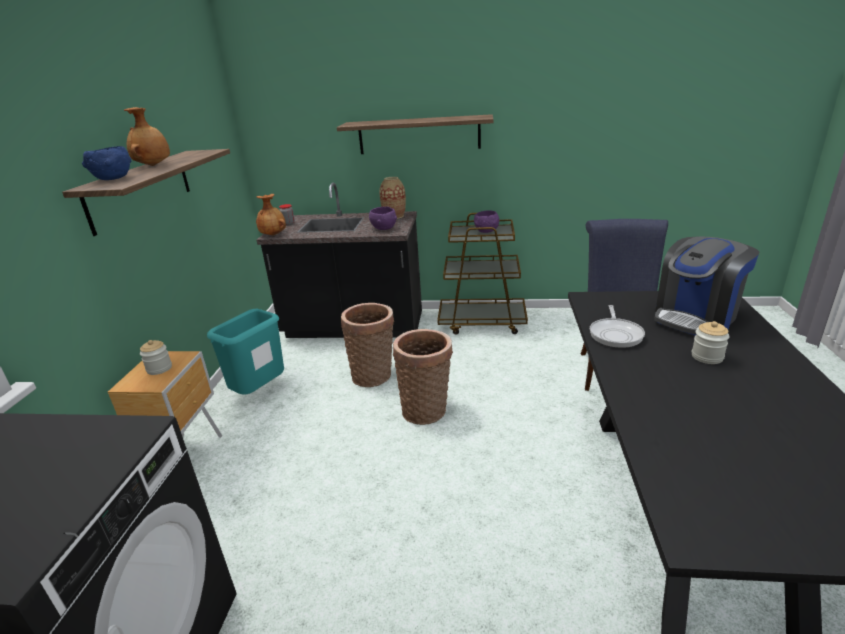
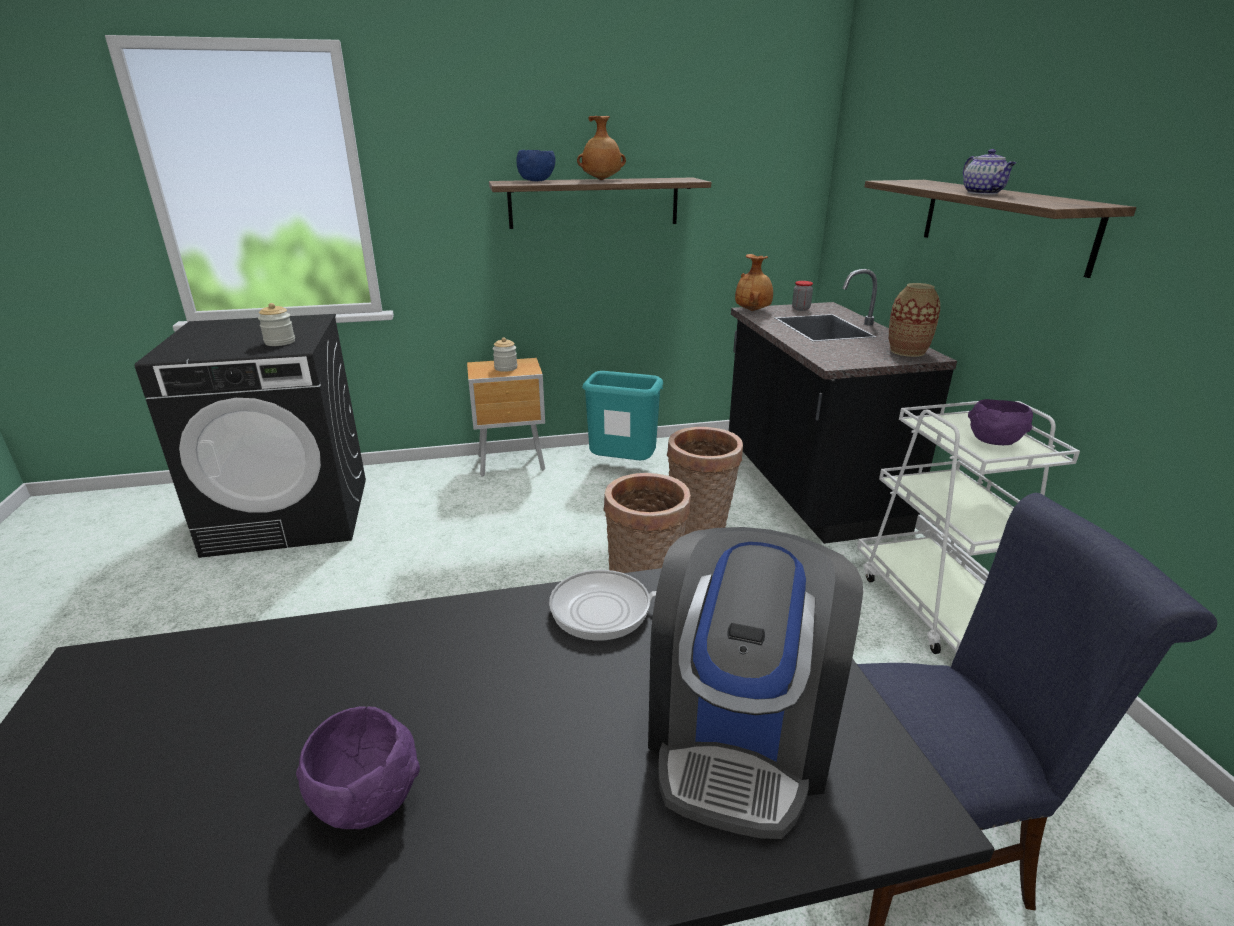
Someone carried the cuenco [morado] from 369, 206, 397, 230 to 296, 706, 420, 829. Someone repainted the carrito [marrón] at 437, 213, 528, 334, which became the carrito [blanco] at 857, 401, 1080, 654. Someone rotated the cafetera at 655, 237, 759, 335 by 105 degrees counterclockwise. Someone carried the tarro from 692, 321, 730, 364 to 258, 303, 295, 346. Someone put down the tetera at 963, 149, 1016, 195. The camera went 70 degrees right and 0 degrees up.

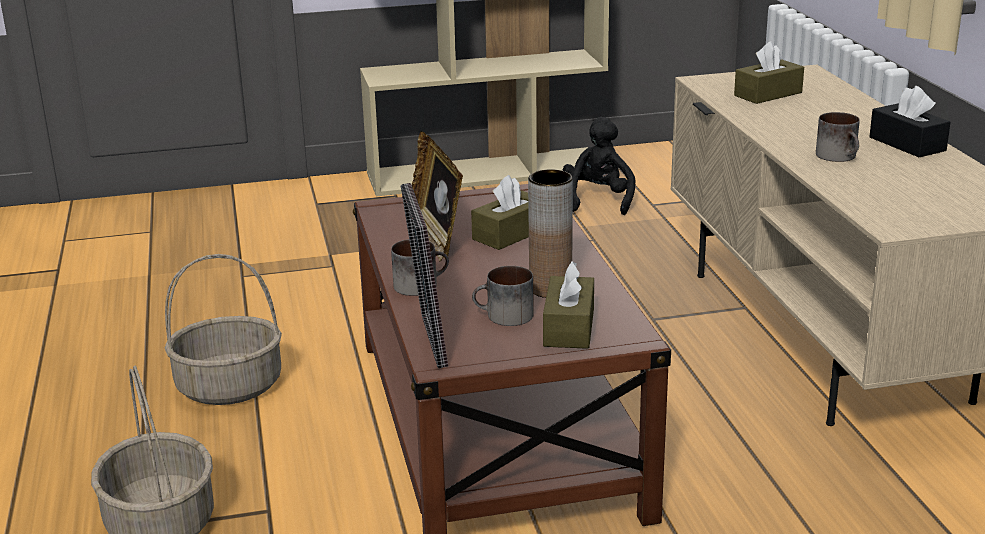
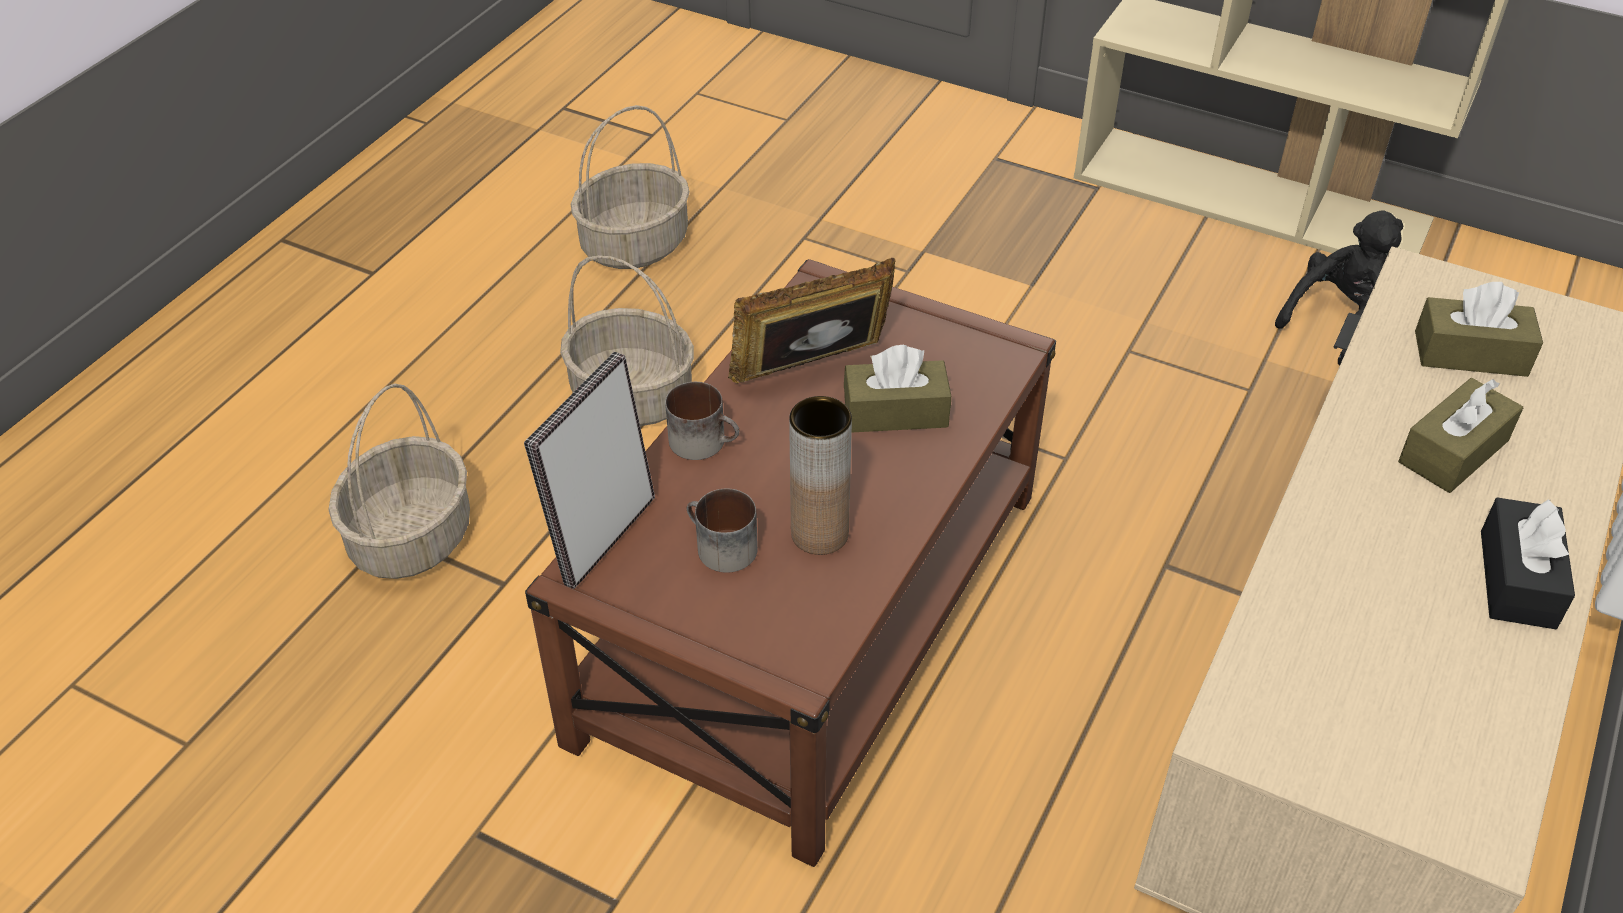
Someone took away the taza grande at 816, 112, 860, 162. Someone rotated the portarretratos at 412, 131, 463, 261 by 45 degrees clockwise. Someone carried the caja de pañuelos [marrón] from 543, 261, 594, 349 to 1398, 378, 1524, 493. Someone put down the cesta at 570, 105, 690, 269. The camera went 40 degrees right and 20 degrees up.

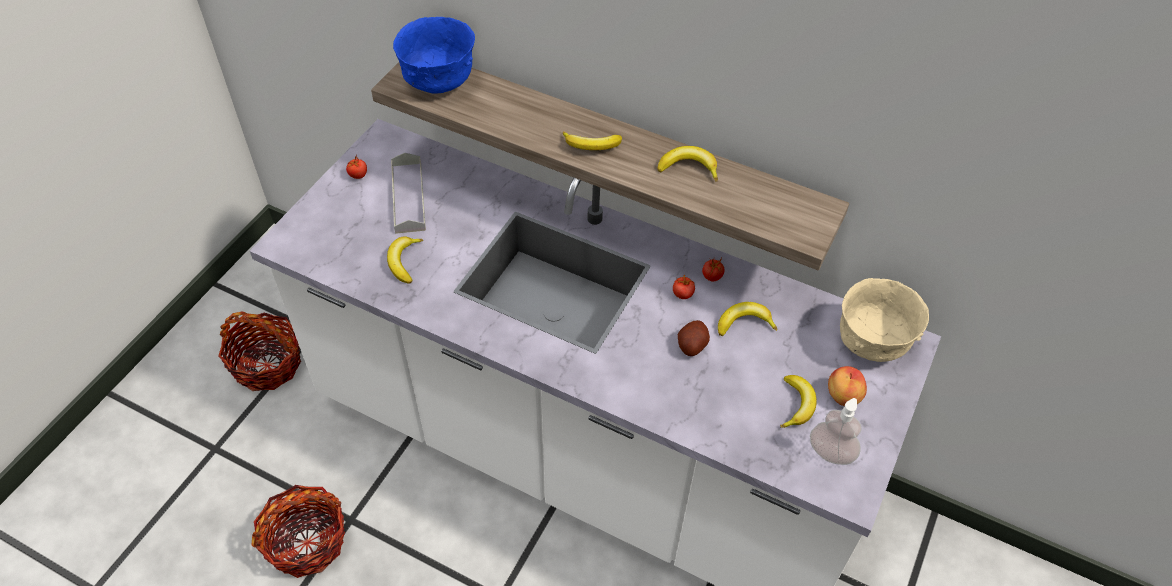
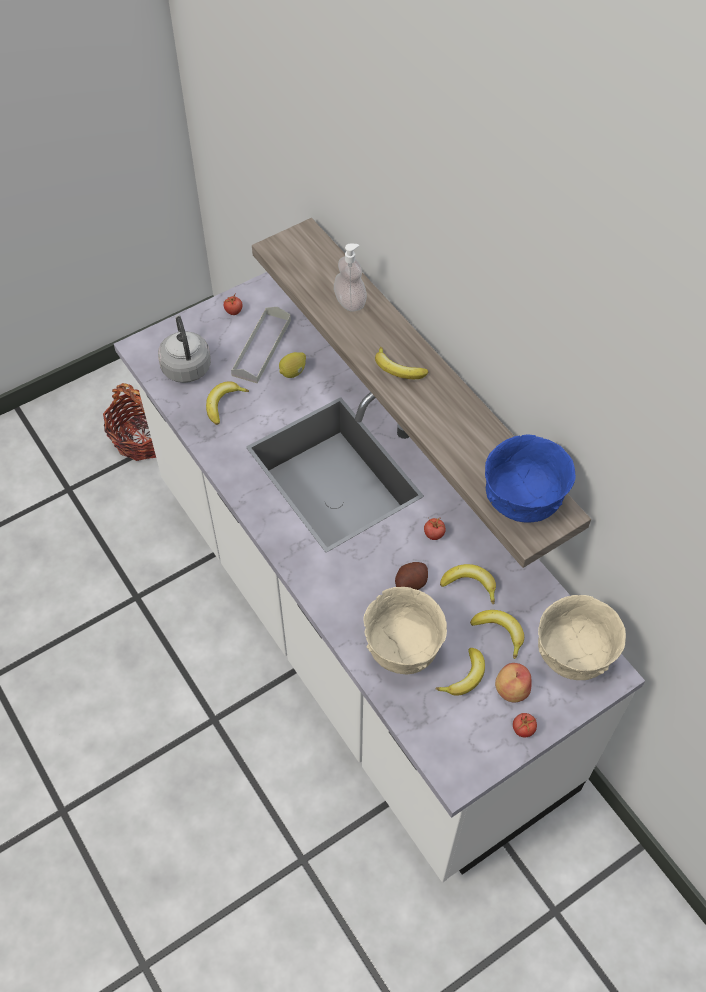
Someone carried the cuenco [azul] from 393, 17, 475, 94 to 485, 435, 576, 523. Someone carried the plátano from 658, 146, 718, 182 to 470, 610, 524, 659. Someone carried the tomate from 702, 258, 725, 281 to 513, 713, 537, 737. Someone carried the dispensador de jabón from 810, 398, 861, 465 to 334, 244, 367, 312. Someone took away the cesta at 251, 485, 345, 578. Someone put down the hervidor [gris] at 158, 315, 211, 383. Someone put down the limón at 279, 352, 306, 378. Someone put down the cuenco [beis] at 363, 587, 447, 675. The camera went 30 degrees right and 5 degrees up.

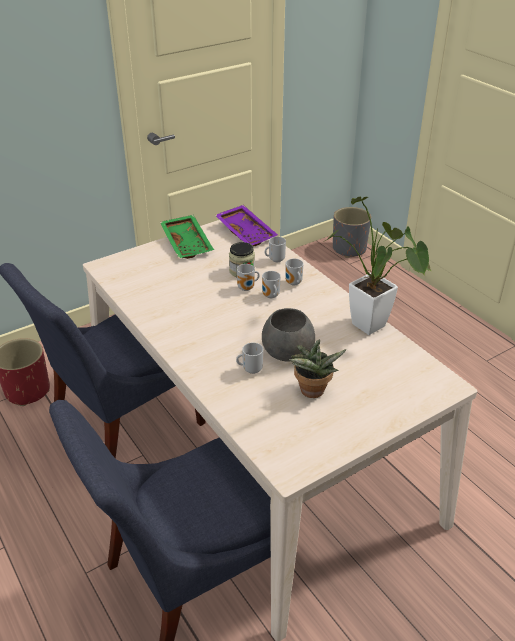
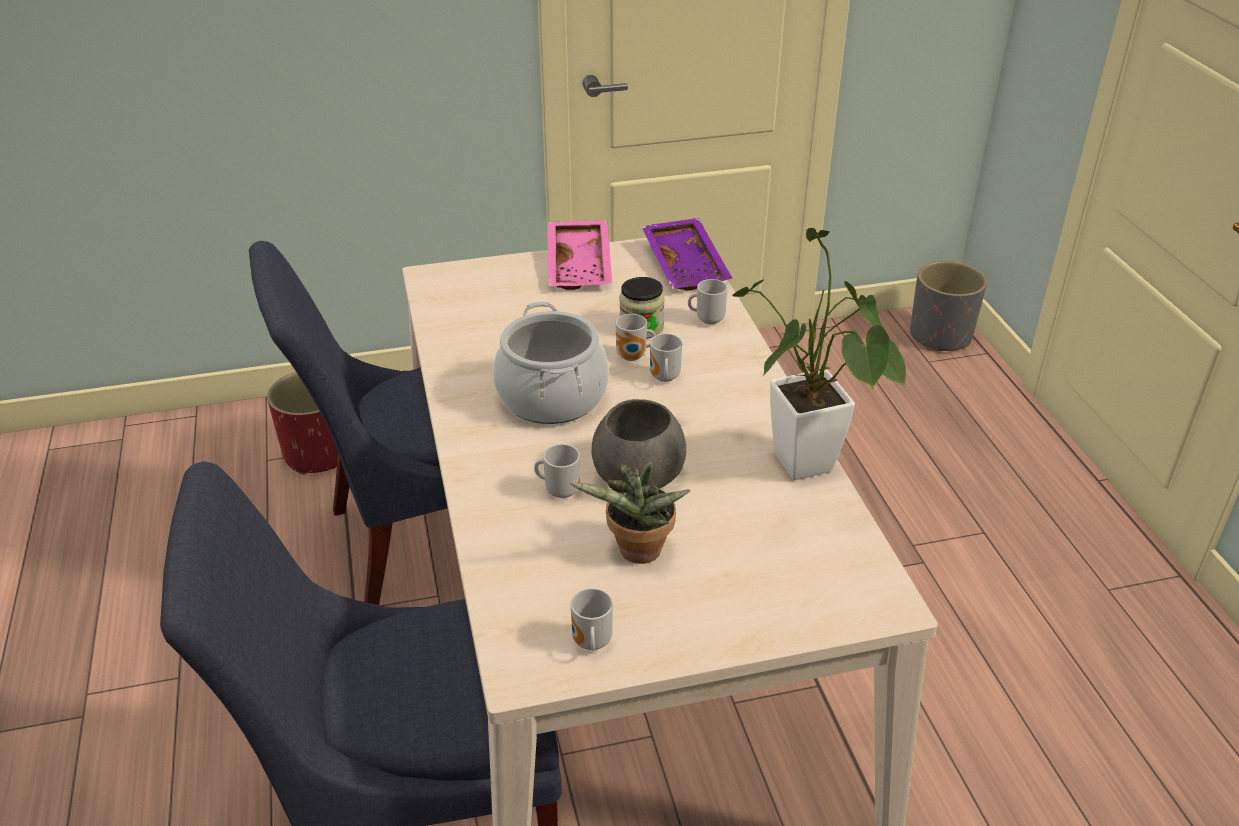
Someone repainted the bandeja [verde] at 160, 215, 214, 259, which became the bandeja [rosa] at 548, 220, 612, 290. Someone carried the taza grande from 285, 258, 303, 286 to 571, 588, 613, 651. Someone put down the olla at 493, 301, 609, 424. The camera went 20 degrees right and 0 degrees up.

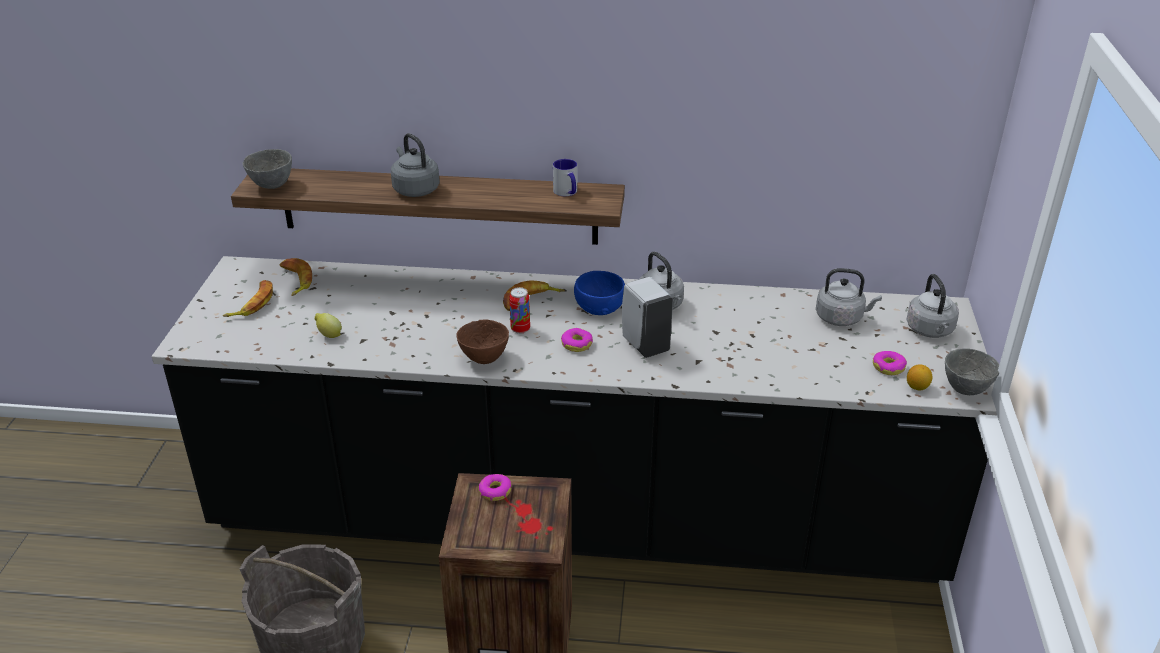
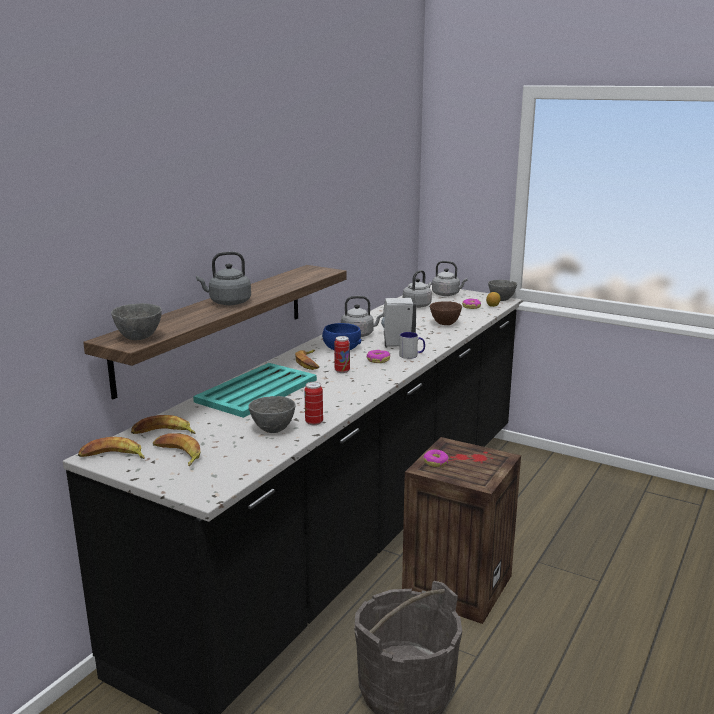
Someone carried the taza grande from 553, 159, 577, 196 to 399, 332, 425, 359. Someone swapped the limón at 315, 313, 342, 338 for the cuenco [gris] at 249, 396, 296, 433. Someone carried the cuenco [marrón] from 456, 320, 509, 364 to 430, 301, 462, 325. Someone put down the bandeja [turquesa] at 193, 363, 317, 418. Someone put down the lata at 304, 382, 323, 425. Someone put down the plátano at 78, 437, 145, 459. The camera went 65 degrees left and 15 degrees down.

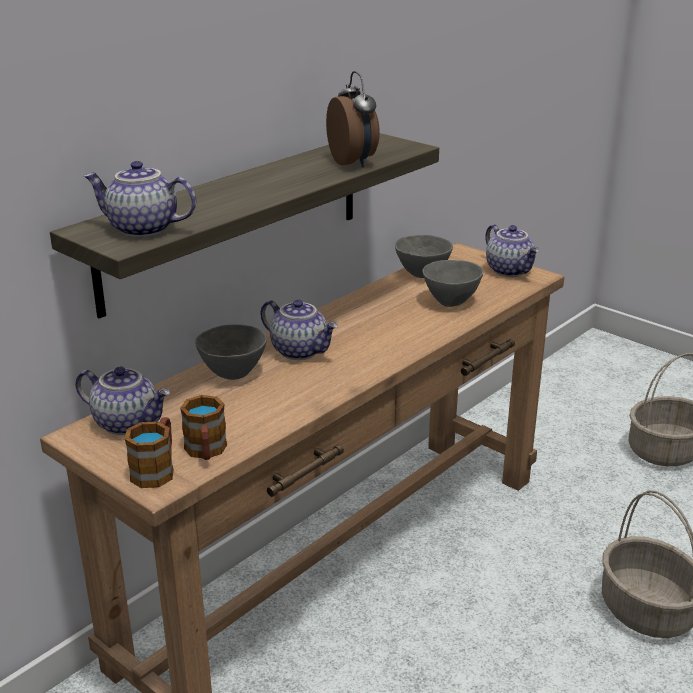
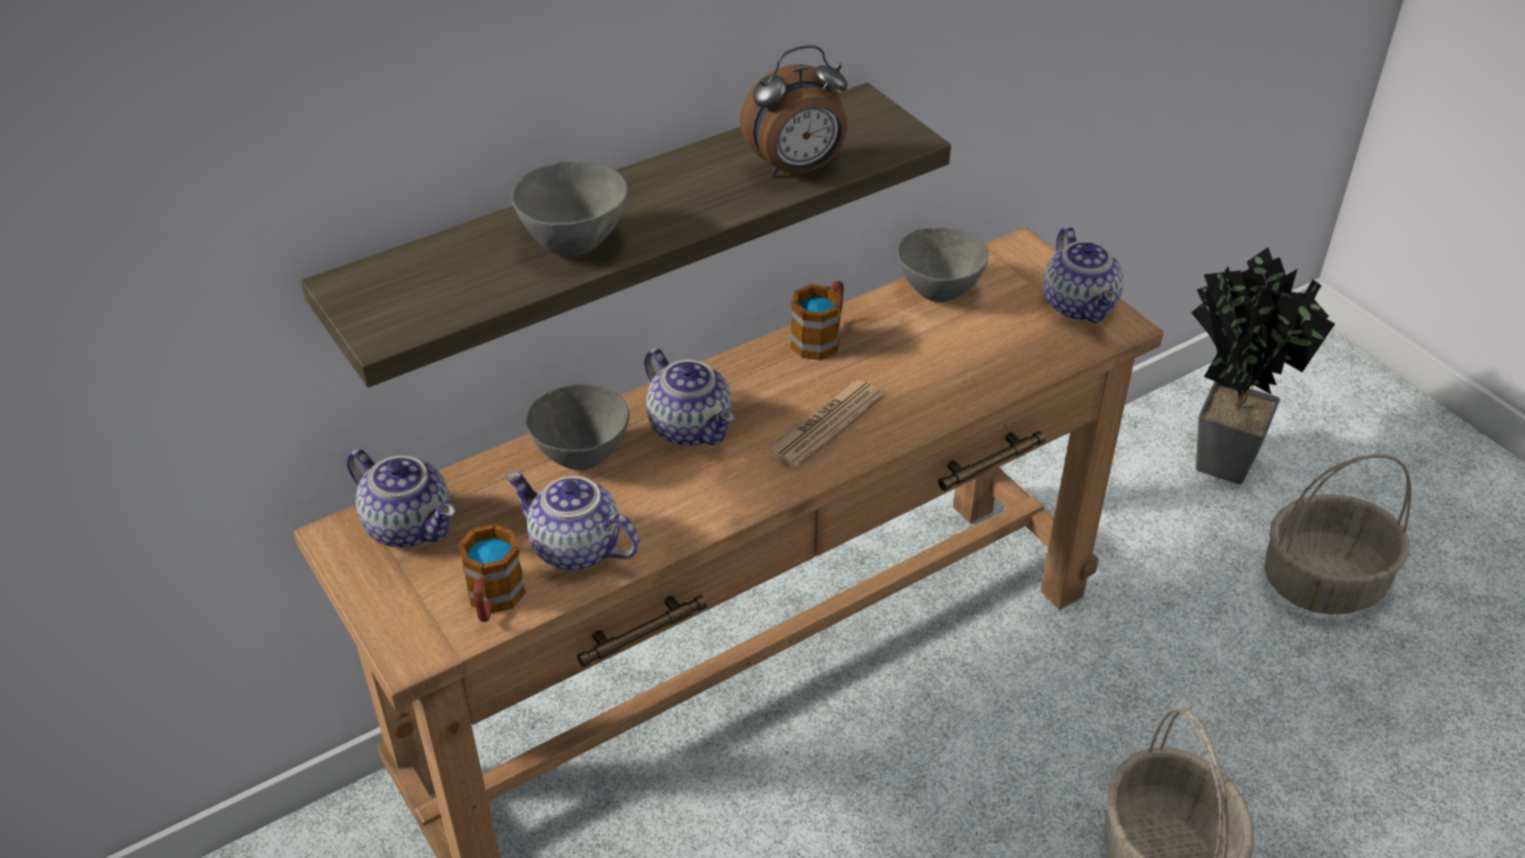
Someone rotated the despertador at 326, 71, 380, 167 by 75 degrees clockwise. Someone carried the tetera from 84, 161, 196, 237 to 506, 472, 640, 571. Someone carried the cuenco [gris] from 423, 260, 483, 307 to 512, 161, 628, 256. Someone carried the taza grande from 125, 417, 174, 488 to 791, 281, 844, 360. Someone put down the planta en maceta at 1191, 247, 1335, 484. Someone put down the periódico at 764, 380, 884, 469. The camera went 15 degrees right and 15 degrees up.

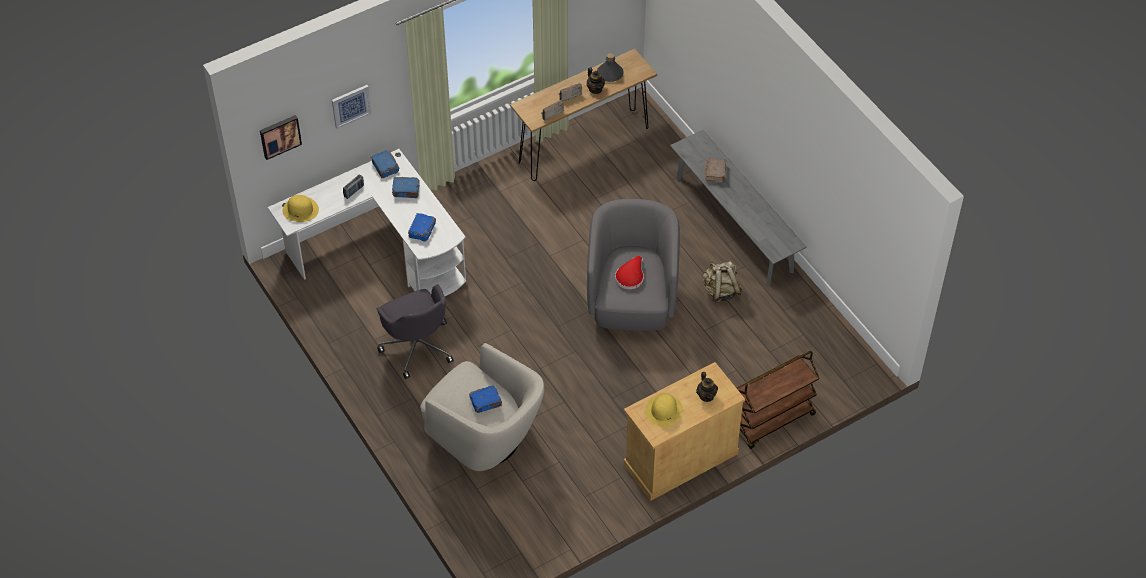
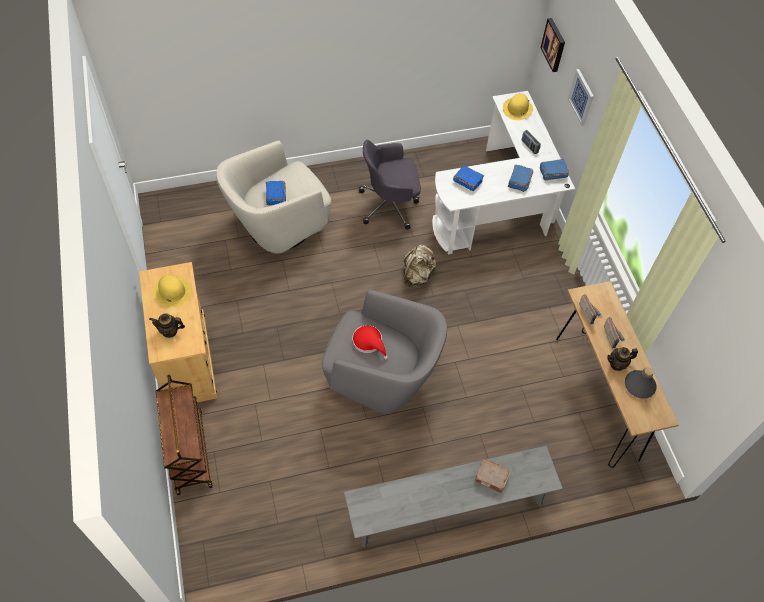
Someone carried the mochila [beis] from 703, 261, 742, 303 to 403, 244, 437, 287. The camera went 105 degrees right and 5 degrees up.

